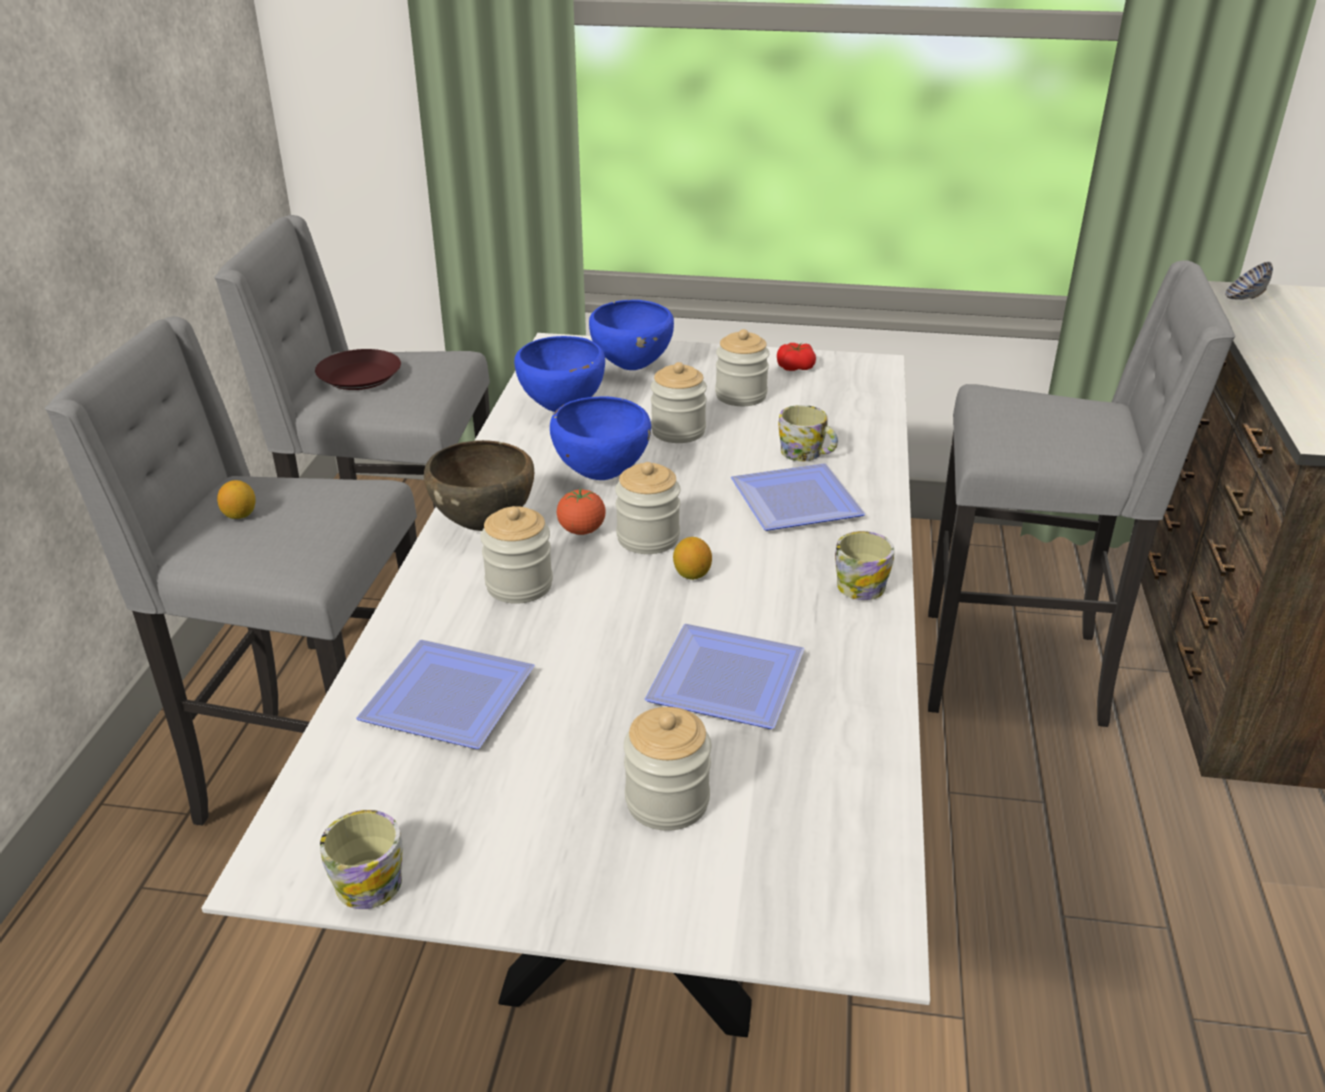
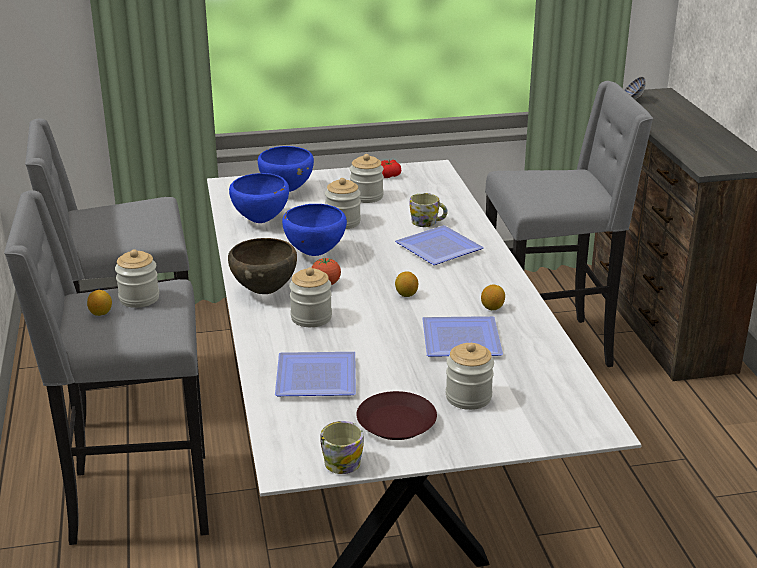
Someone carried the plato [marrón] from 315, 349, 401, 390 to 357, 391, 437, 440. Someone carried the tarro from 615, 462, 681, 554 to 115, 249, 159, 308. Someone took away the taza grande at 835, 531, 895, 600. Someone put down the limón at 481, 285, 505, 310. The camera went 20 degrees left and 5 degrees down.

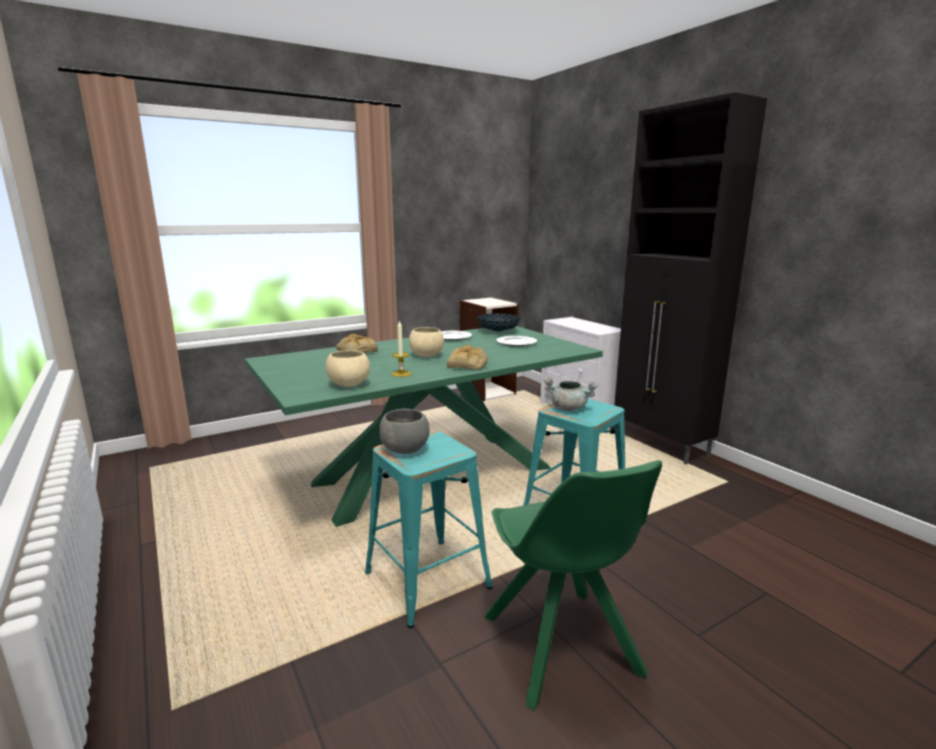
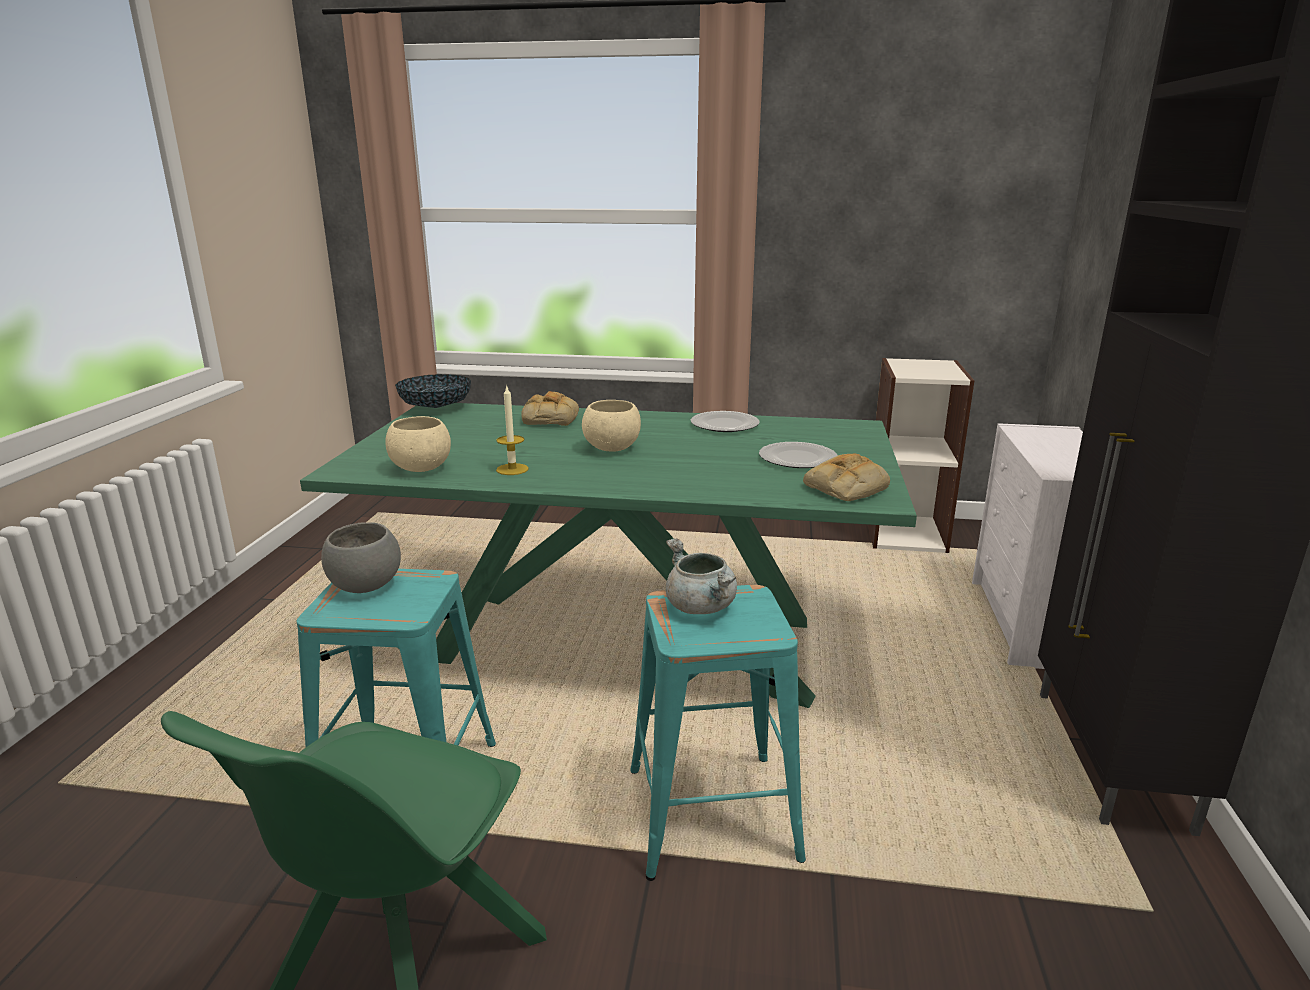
Someone carried the cuenco from 478, 313, 520, 332 to 395, 374, 471, 408. Someone carried the pan from 447, 345, 488, 369 to 803, 454, 890, 501. The camera went 40 degrees right and 5 degrees up.

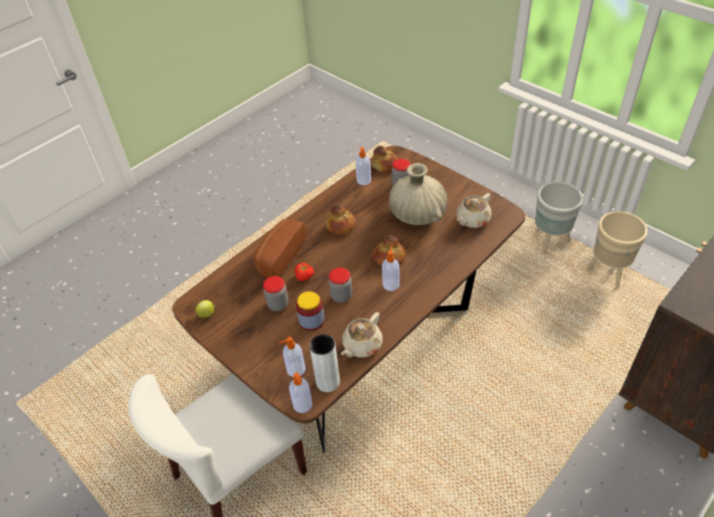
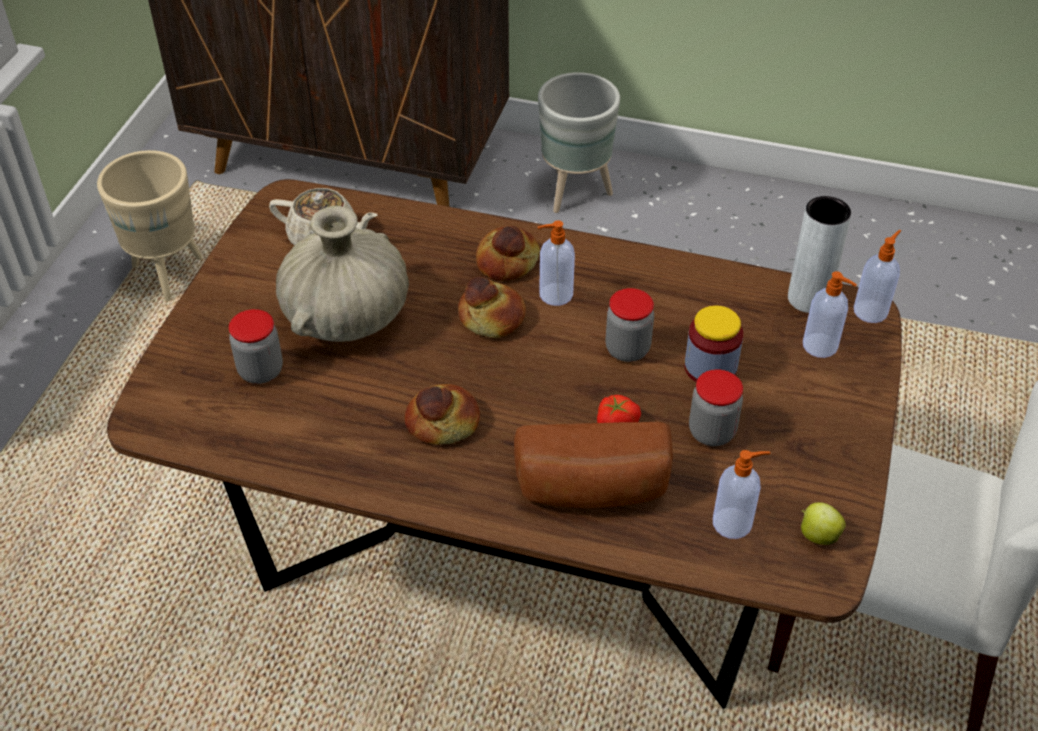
Someone carried the pan from 371, 146, 398, 172 to 476, 226, 540, 281. Someone carried the dispensador de jabón from 355, 147, 371, 185 to 713, 450, 770, 539. Someone carried the maceta [gris] from 535, 182, 583, 255 to 538, 72, 620, 213. Someone took away the tetera [beis] at 341, 312, 383, 358. The camera went 120 degrees left and 0 degrees up.

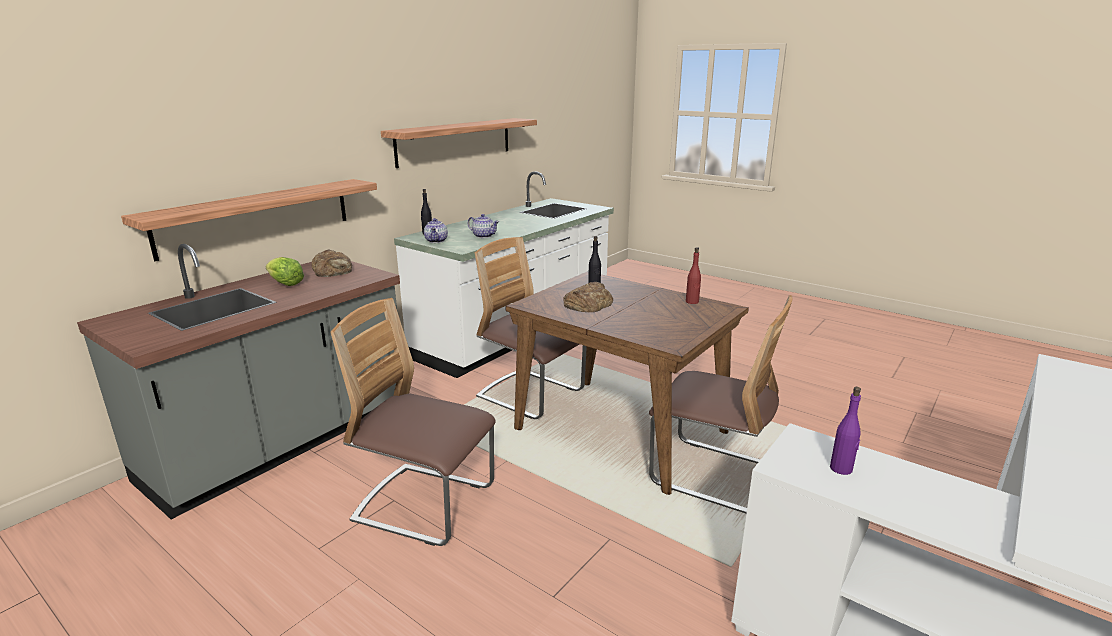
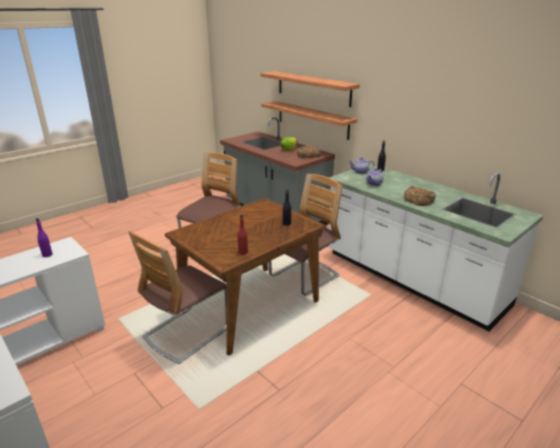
Someone carried the estante from 381, 118, 537, 168 to 261, 71, 360, 107. Someone carried the pan from 563, 282, 613, 312 to 404, 186, 436, 206. The camera went 100 degrees right and 5 degrees up.

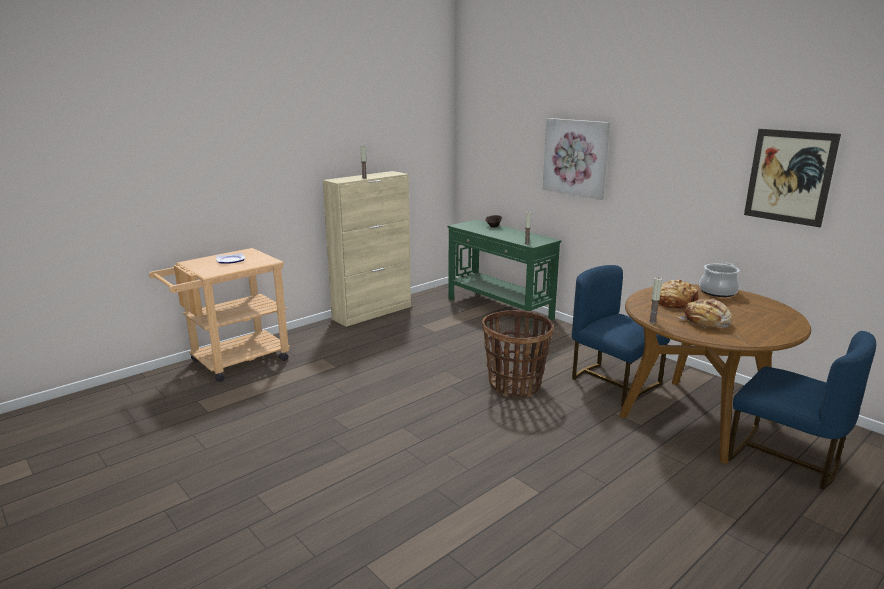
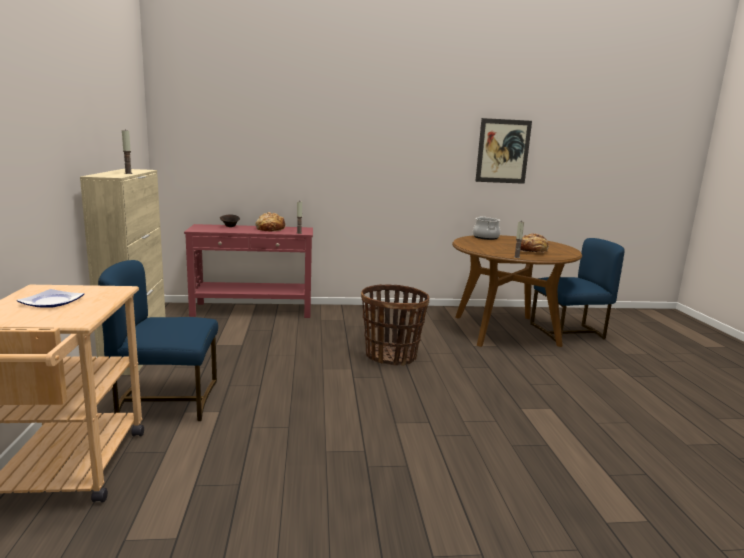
Someone took away the cuadro at 543, 118, 610, 200. Someone repainted the mesa consola [verde] at 448, 220, 561, 330, which became the mesa consola [rojo] at 184, 224, 313, 318. Someone carried the silla [azul] from 572, 265, 670, 407 to 98, 260, 218, 421. Someone carried the pan from 658, 279, 700, 310 to 255, 212, 286, 232. The camera went 55 degrees left and 5 degrees down.

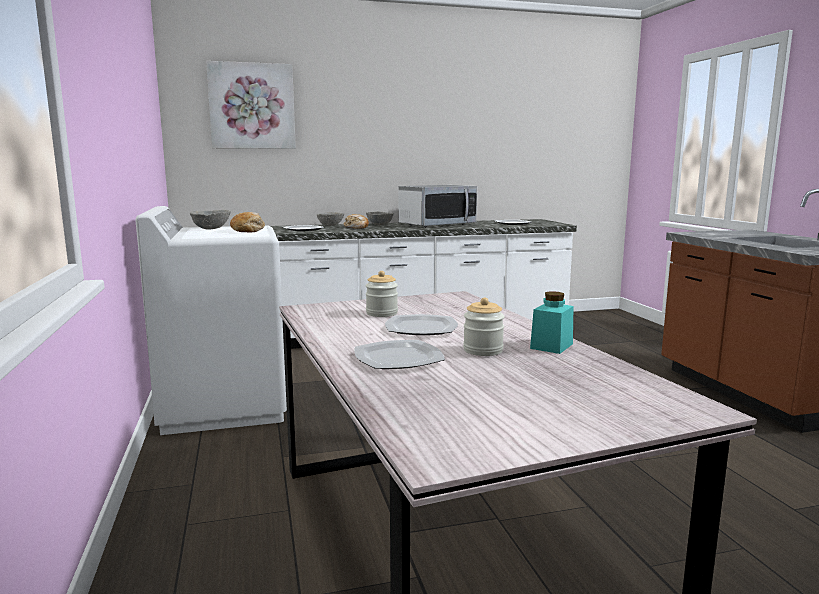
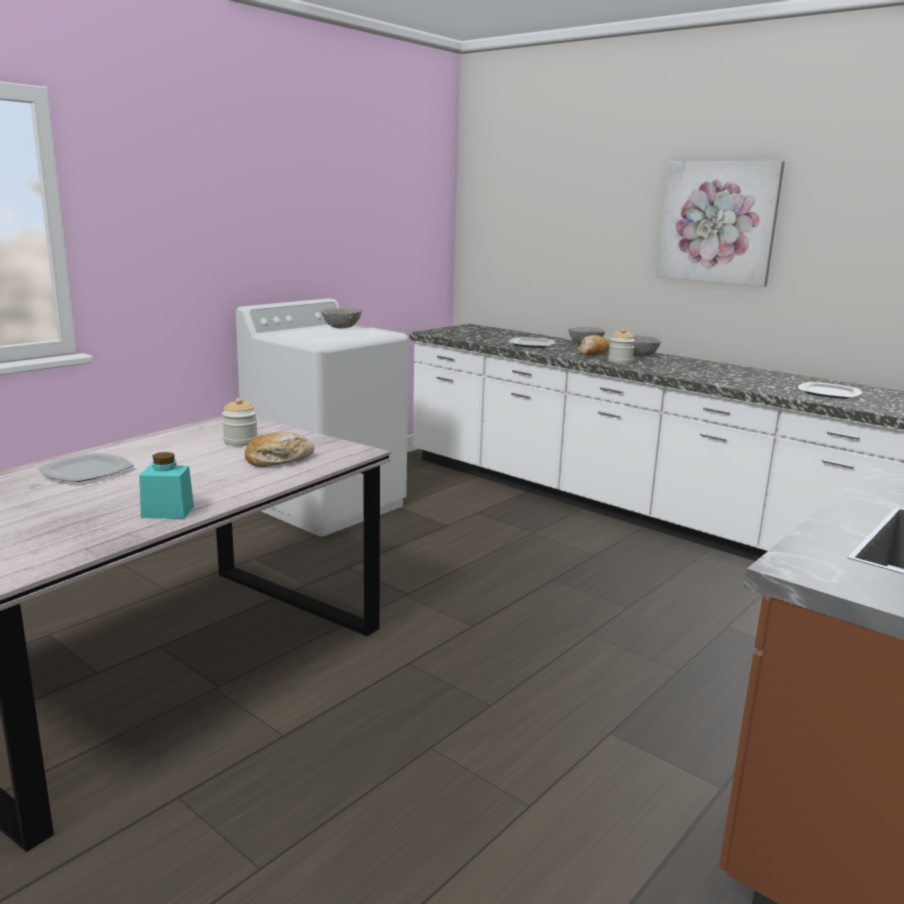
Someone carried the cuadro from 206, 61, 296, 149 to 656, 161, 785, 287. Someone took away the microondas at 398, 185, 477, 228. Someone carried the pan from 230, 212, 265, 232 to 245, 432, 314, 467. Someone carried the tarro from 463, 298, 505, 356 to 608, 329, 635, 364. Someone took away the plato at 385, 314, 458, 335. The camera went 55 degrees right and 5 degrees up.

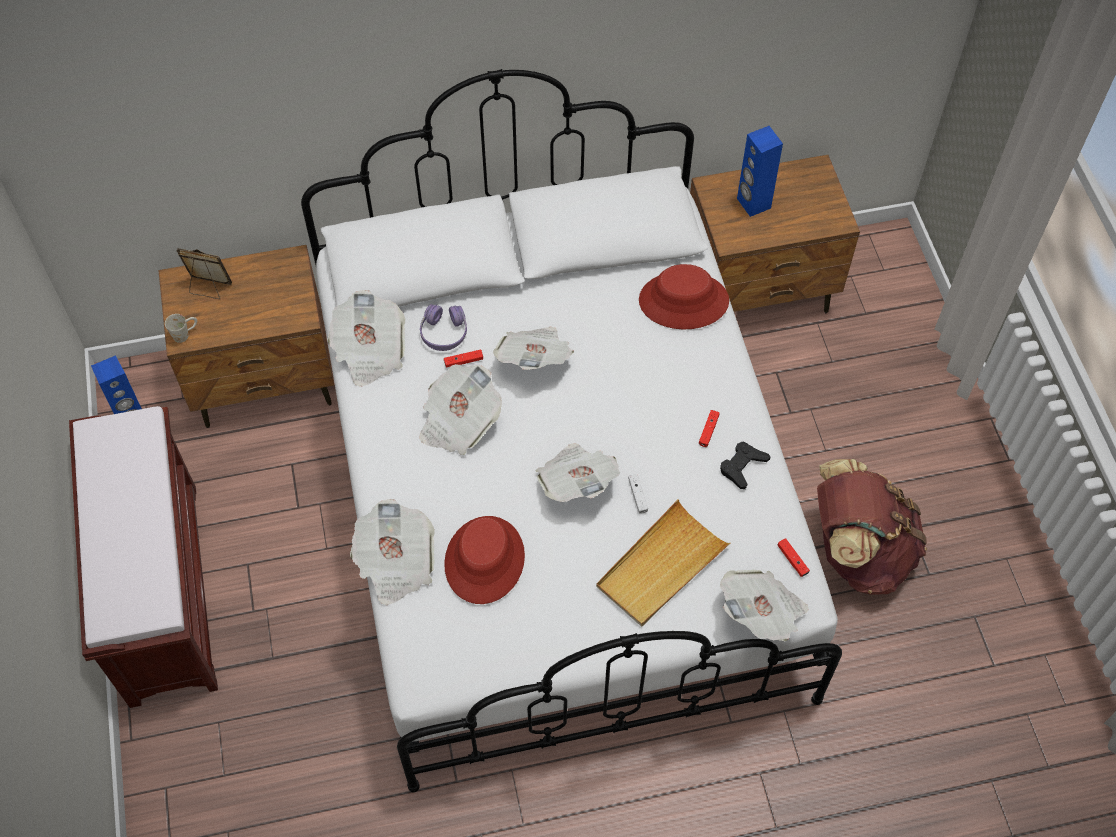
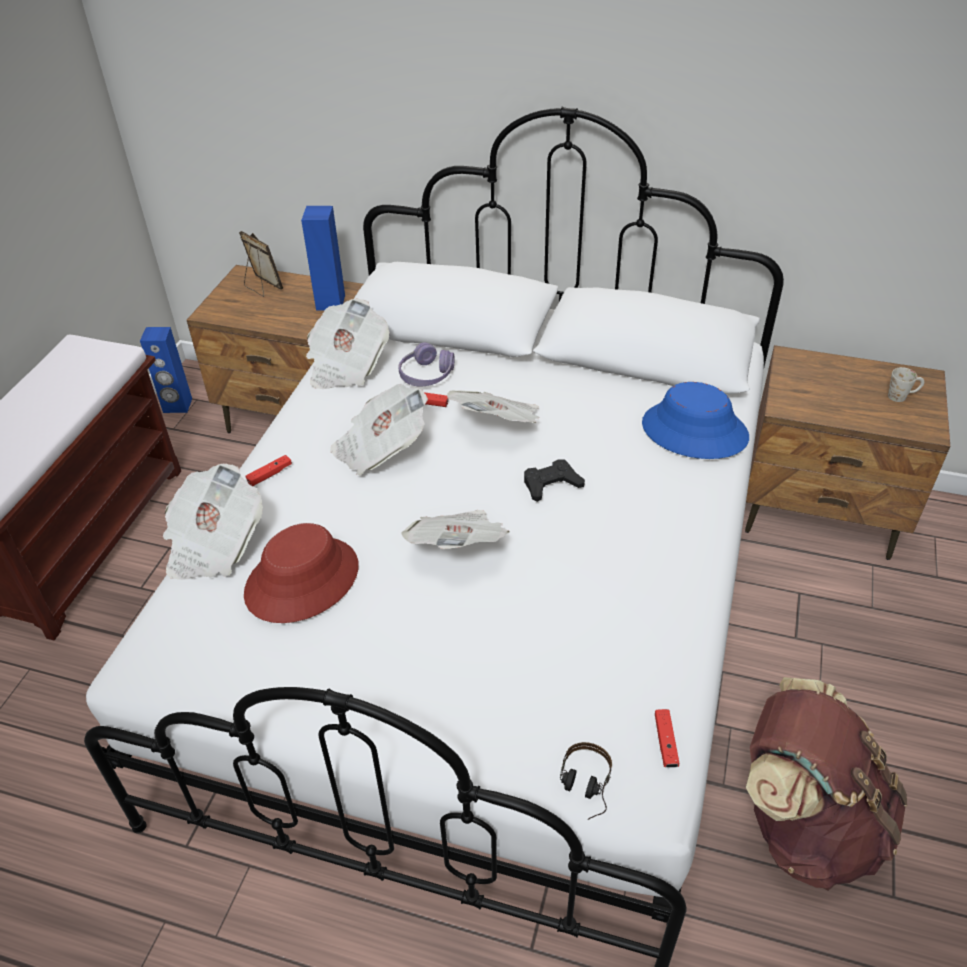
Someone carried the altavoz [azul] from 737, 126, 783, 217 to 301, 206, 345, 311. Someone repainted the sombrero [rojo] at 639, 264, 729, 329, which became the sombrero [azul] at 642, 382, 749, 459. Someone carried the taza grande [blanco] from 165, 314, 197, 343 to 888, 367, 924, 402. Someone carried the mando de consola [rojo] from 699, 410, 720, 447 to 245, 455, 292, 486. Someone carried the mando de consola [negro] from 720, 442, 770, 489 to 524, 459, 585, 502. Someone took away the mando de consola [blanco] at 628, 474, 648, 514. Someone took away the bandeja [beis] at 596, 499, 730, 626. Someone swapped the periódico at 720, 570, 809, 642 for the auriculares at 560, 742, 612, 820. The camera went 30 degrees right and 15 degrees down.

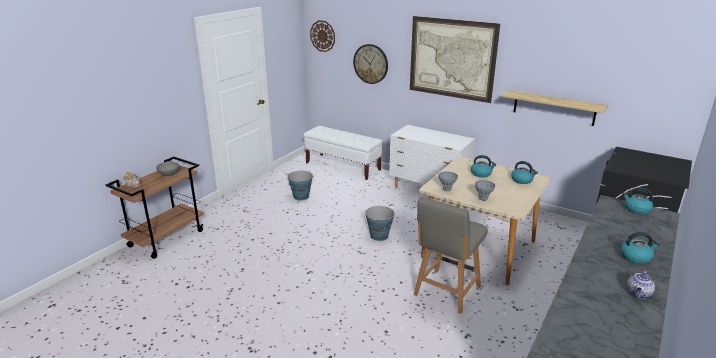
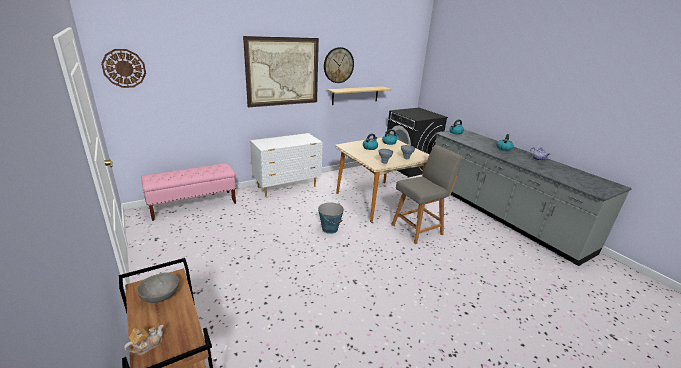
Someone carried the reloj de pared from 353, 44, 388, 84 to 324, 47, 354, 83. Someone repainted the banco [blanco] at 304, 126, 383, 180, which became the banco [rosa] at 141, 163, 236, 221. Someone took away the cubo at 287, 171, 313, 201. Someone rotated the silla [gris] at 414, 197, 488, 314 by 90 degrees counterclockwise. The camera went 65 degrees left and 0 degrees up.

